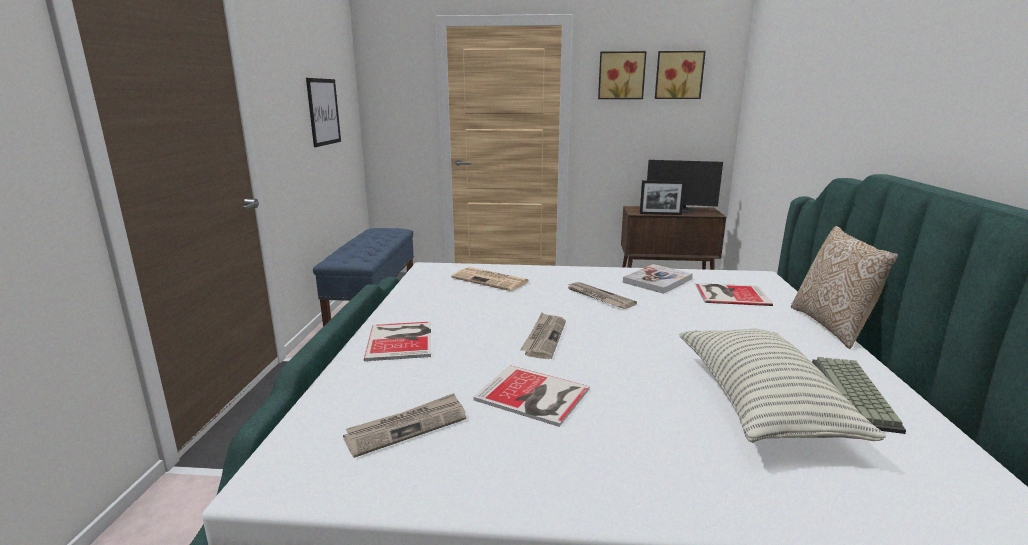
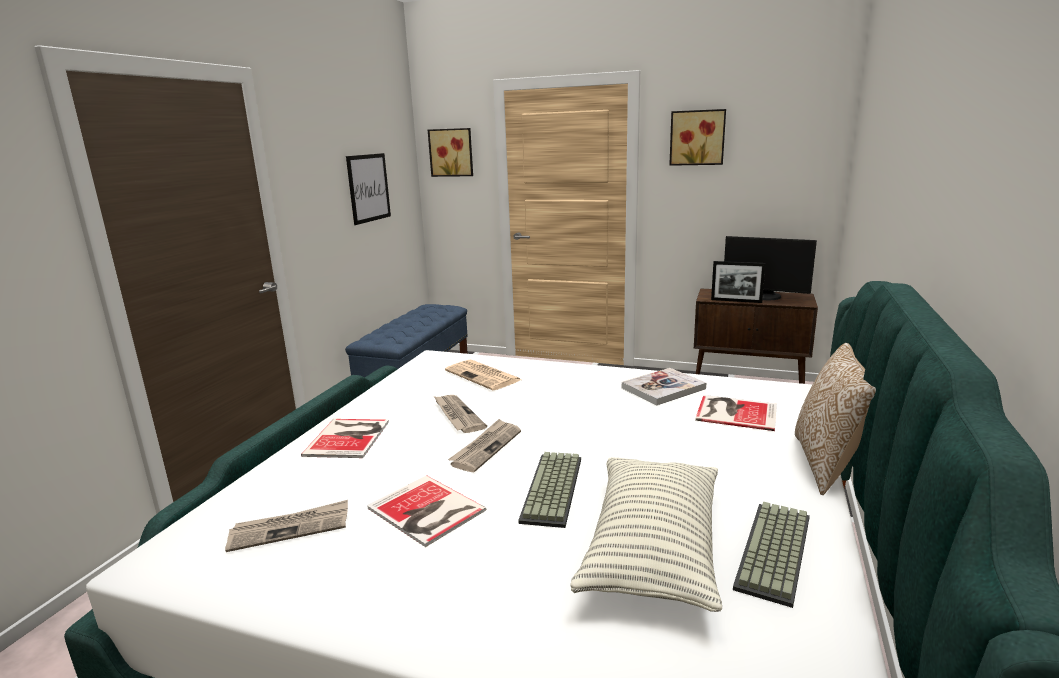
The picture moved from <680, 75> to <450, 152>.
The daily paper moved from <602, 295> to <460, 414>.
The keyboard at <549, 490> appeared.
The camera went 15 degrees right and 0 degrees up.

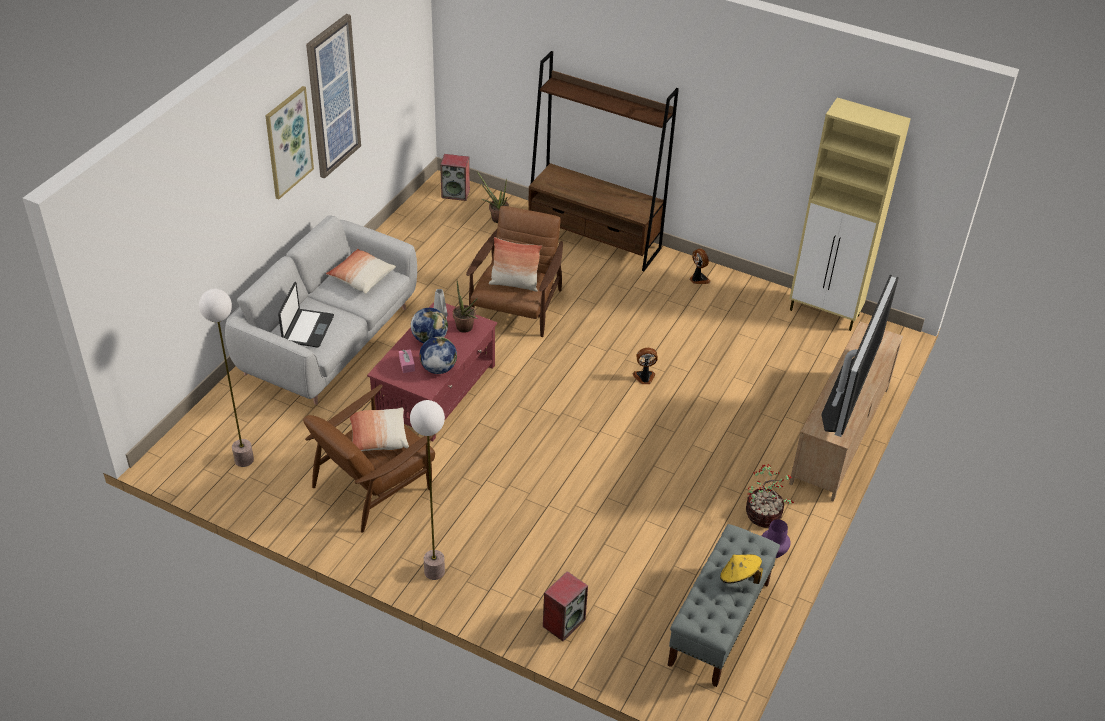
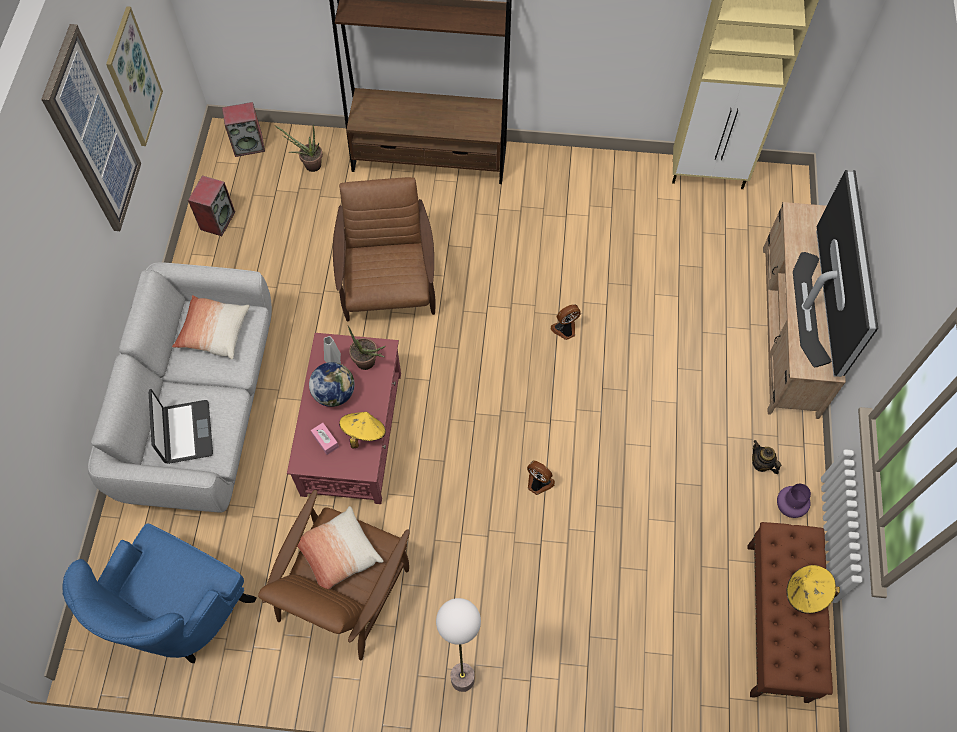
The picture moved from <289, 143> to <134, 76>.
The cushion at <515, 264> disappeared.
The cooling fan moved from <700, 266> to <541, 477>.
The standing lamp at <226, 378> was replaced by the armchair/bluish at <160, 593>.
The desk globe at <438, 355> was replaced by the wearable hat/yellow at <362, 430>.
The potted plant at <770, 496> was replaced by the tea pot at <766, 457>.
The bench/greyish at <724, 605> became the bench/brown-coloured at <790, 612>.
The audio speaker moved from <565, 606> to <211, 205>.
The camera went 20 degrees left and 20 degrees up.

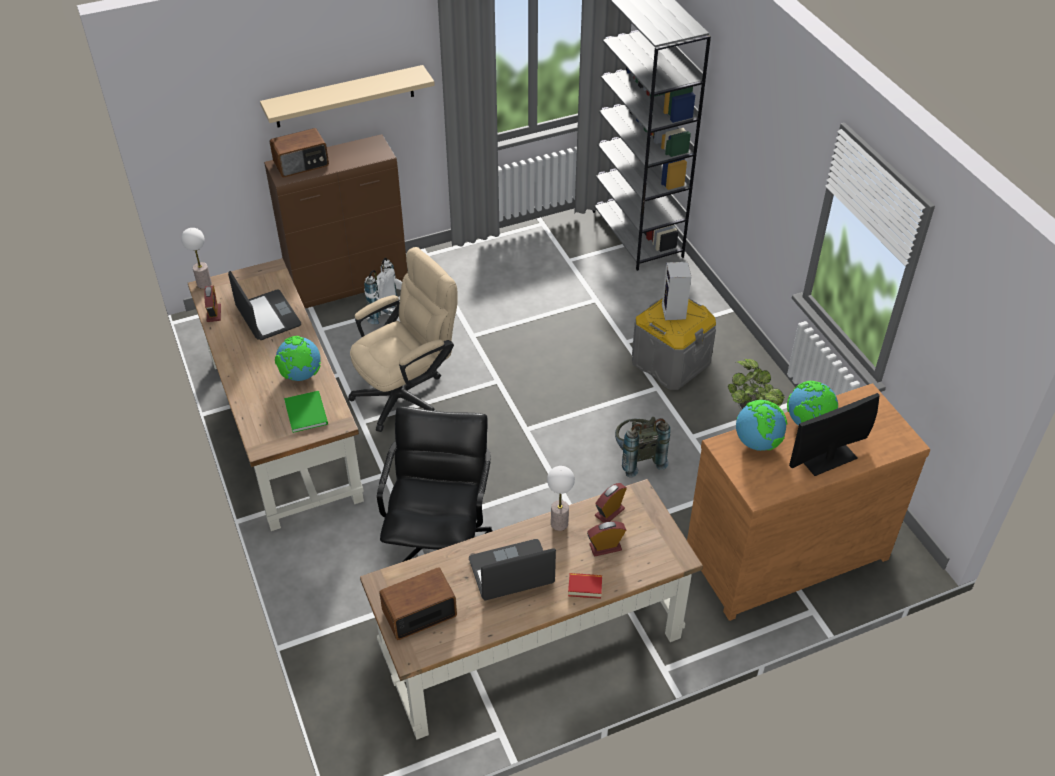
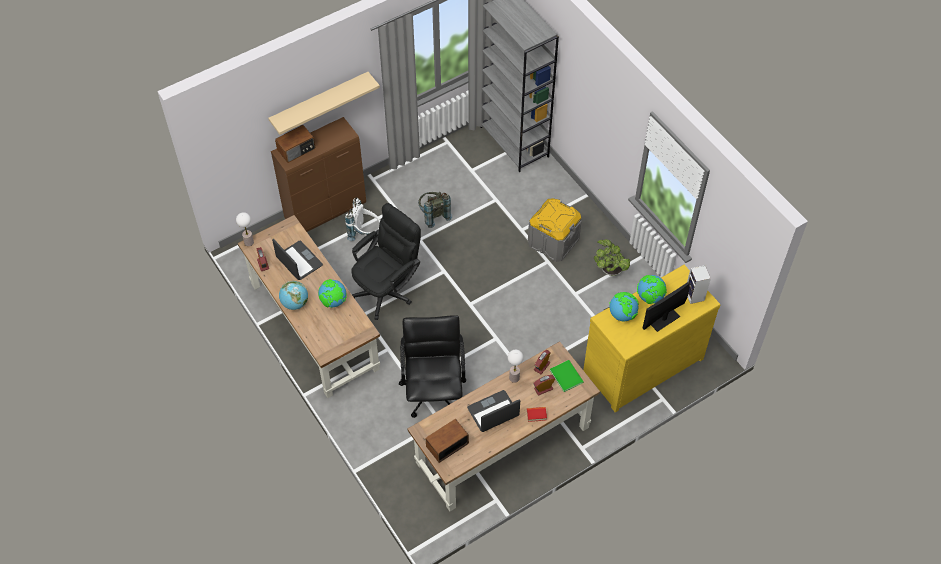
The computer chair/beige at <403, 339> became the computer chair/black-coloured at <386, 261>.
The audio speaker moved from <676, 291> to <699, 284>.
The chest of drawers/brown-coloured at <808, 502> became the chest of drawers/yellow at <651, 339>.
The bound book/green-coloured moved from <306, 412> to <567, 376>.
The knapsack/greyish moved from <642, 447> to <435, 210>.
The desk globe at <293, 295> appeared.
The camera went 10 degrees left and 10 degrees up.

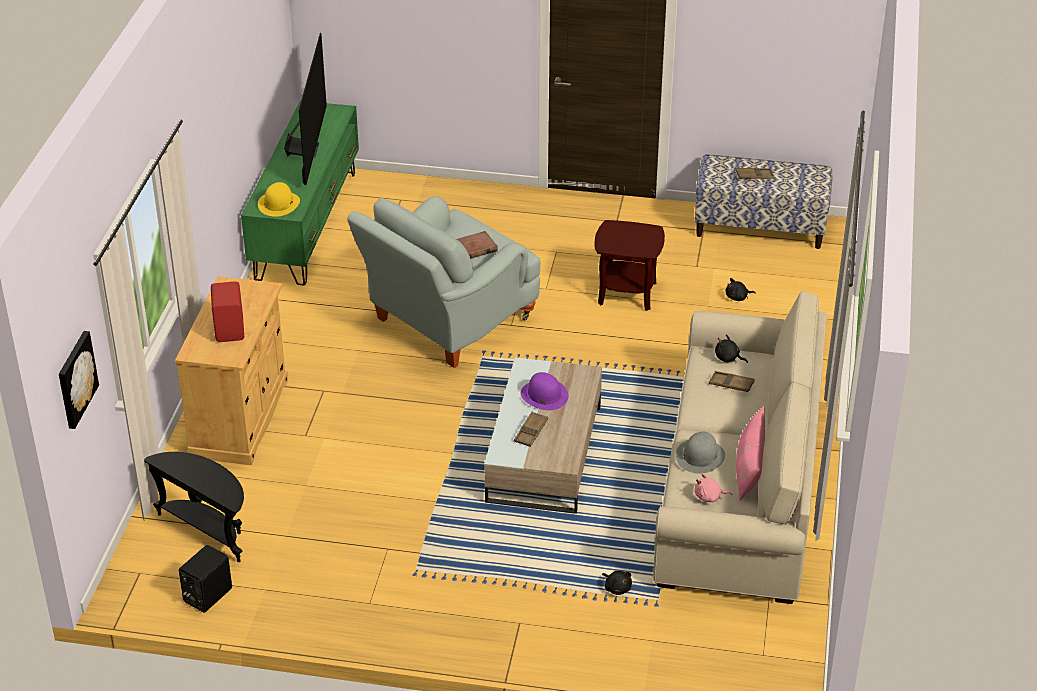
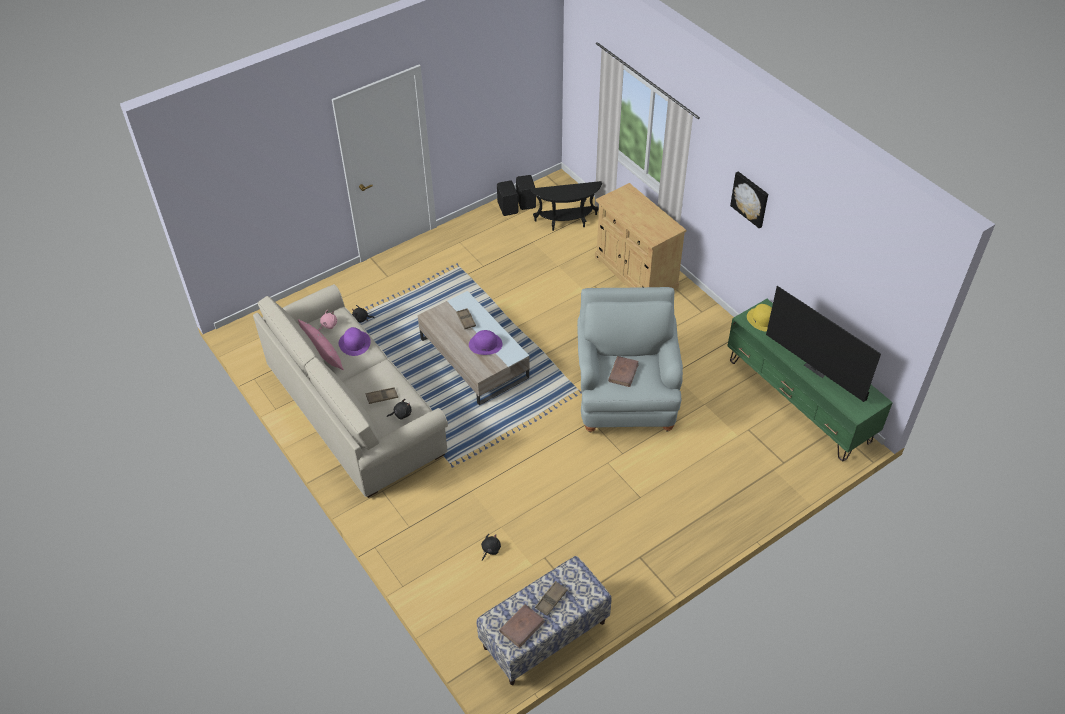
The end table/brown-coloured at <629, 265> disappeared.
The audio speaker/red-coloured at <227, 311> disappeared.
The picture moved from <79, 380> to <749, 200>.
The wearable hat/greyish at <700, 453> became the wearable hat/purple at <355, 341>.
The audio speaker/black-coloured at <507, 198> appeared.
The bound book/brown-coloured at <522, 626> appeared.
The camera went 135 degrees right and 10 degrees up.

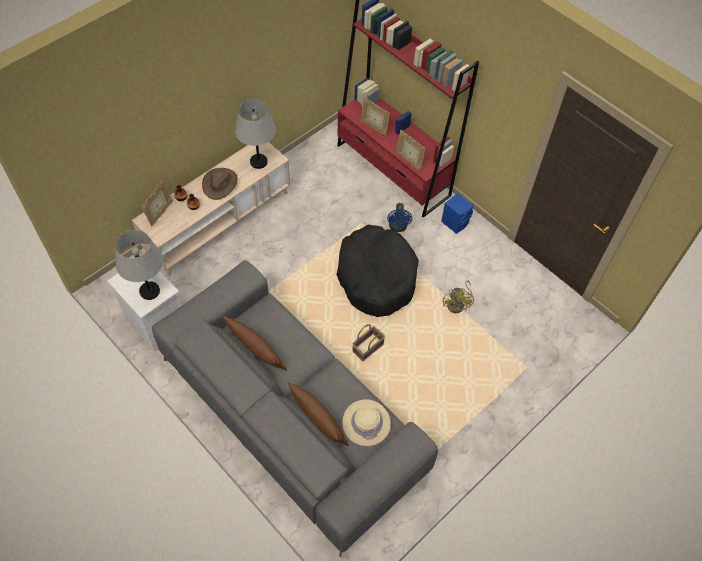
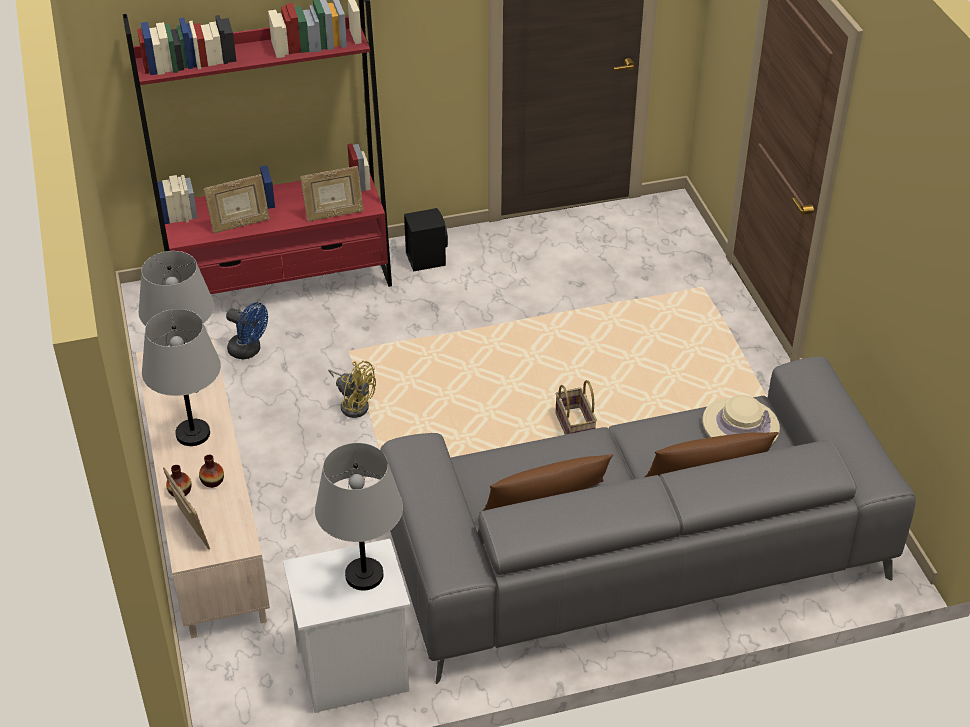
The wearable hat/brown-coloured at <220, 184> was replaced by the table lamp/greyish at <181, 377>.
The audio speaker/bluish at <457, 213> became the audio speaker/black-coloured at <426, 240>.
The cooling fan/bluish moved from <399, 217> to <247, 331>.
The dog bed/black-coloured at <377, 271> disappeared.
The cooling fan/yellow moved from <458, 296> to <352, 389>.
The camera went 60 degrees left and 15 degrees down.

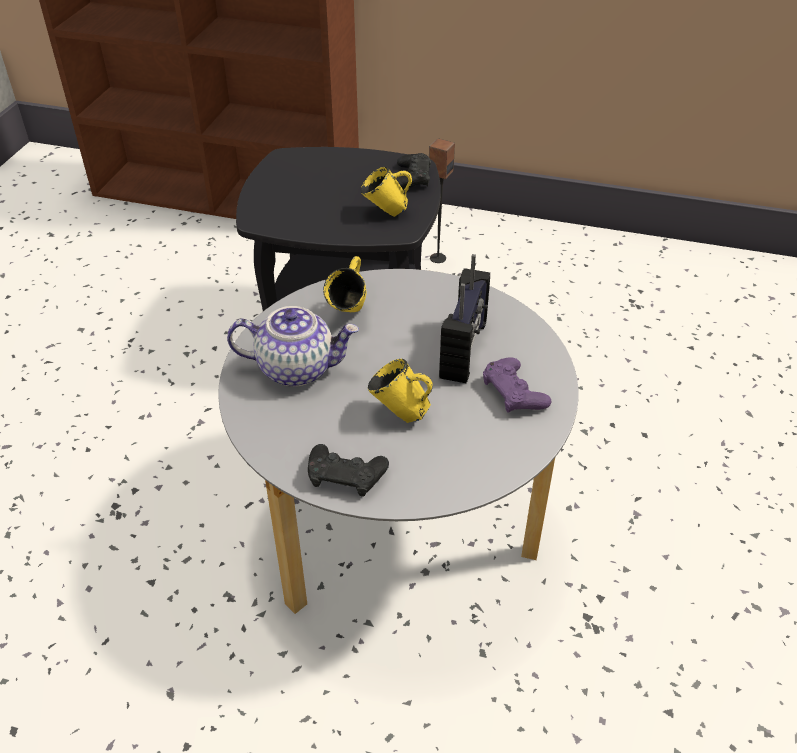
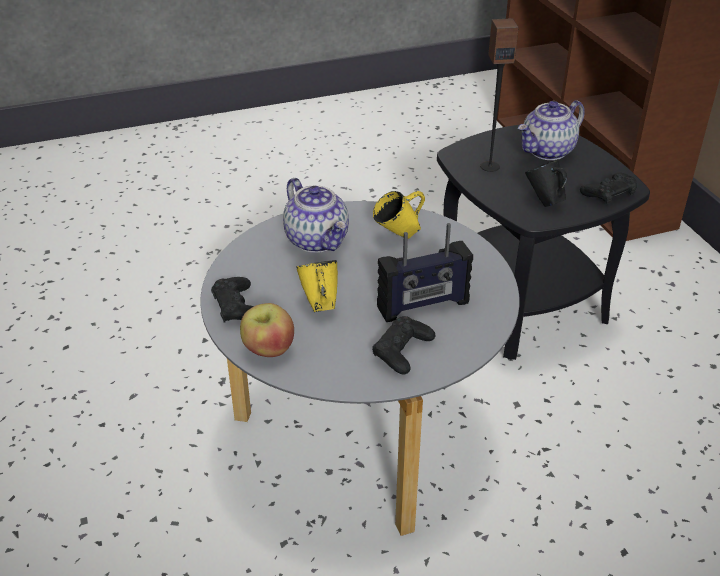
The audio speaker moved from <442, 200> to <499, 95>.
The tea mug/yellow at <386, 192> became the tea mug/black-coloured at <546, 183>.
The joypad/purple at <517, 385> became the joypad/black-coloured at <403, 345>.
The tea pot at <551, 130> appeared.
The apple at <267, 330> appeared.
The camera went 55 degrees right and 5 degrees down.

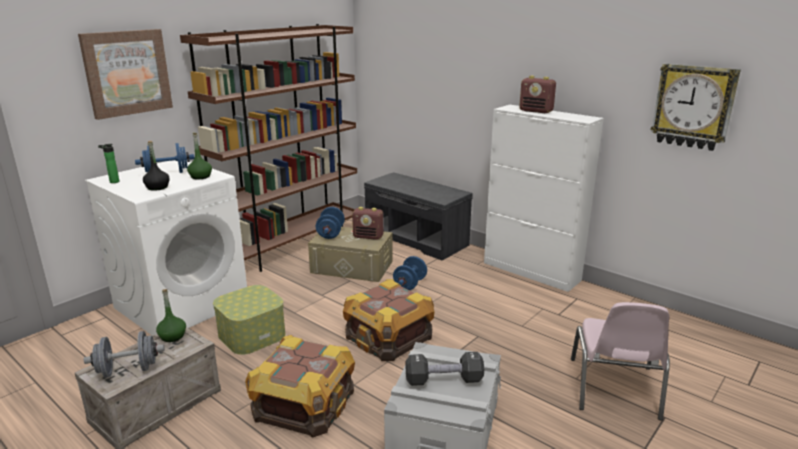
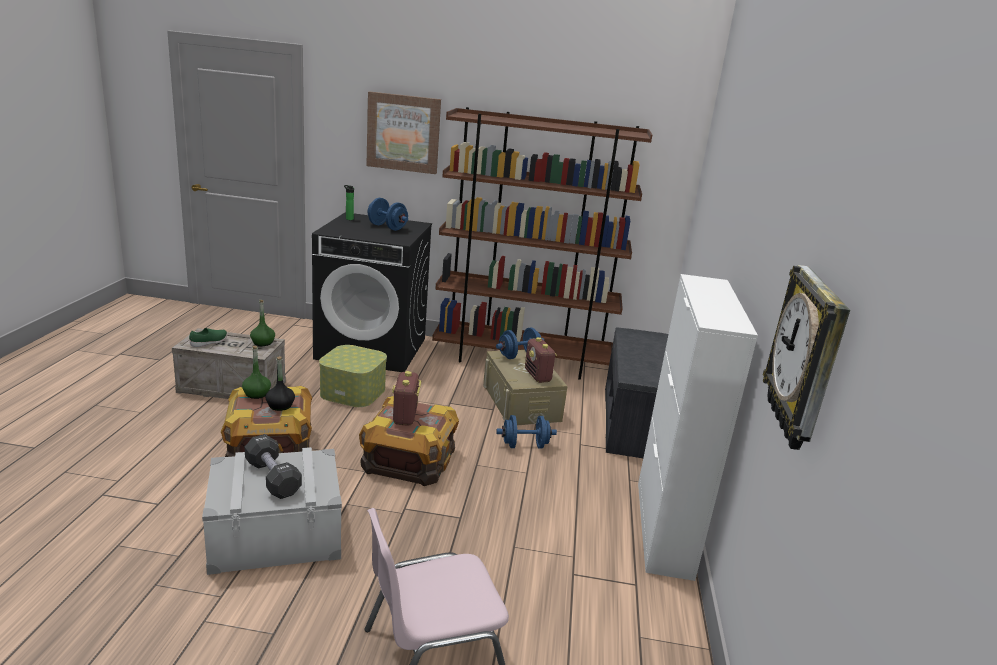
The radio moved from <537, 94> to <406, 398>.
The beverage bottle/green-coloured moved from <199, 156> to <256, 372>.
The beverage bottle/black-coloured moved from <156, 166> to <280, 383>.
The laundry machine/whitish at <166, 248> became the laundry machine/black-coloured at <372, 292>.
The free weight/greyish at <124, 354> was replaced by the shoe/green-coloured at <208, 337>.
The camera went 55 degrees right and 0 degrees up.

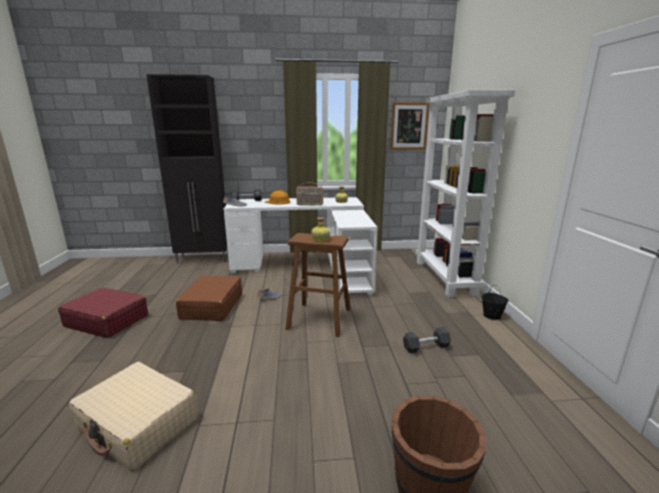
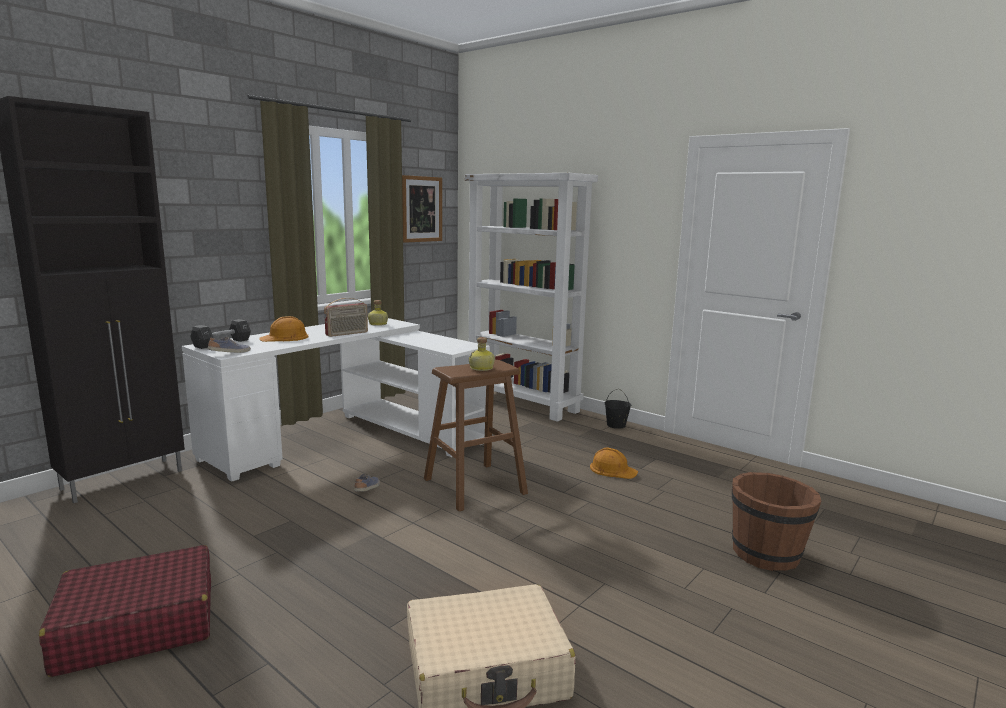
The travel case/brown-coloured at <209, 298> disappeared.
The free weight/black-coloured at <427, 340> was replaced by the hard hat/orange at <614, 463>.
The camera went 45 degrees left and 5 degrees down.

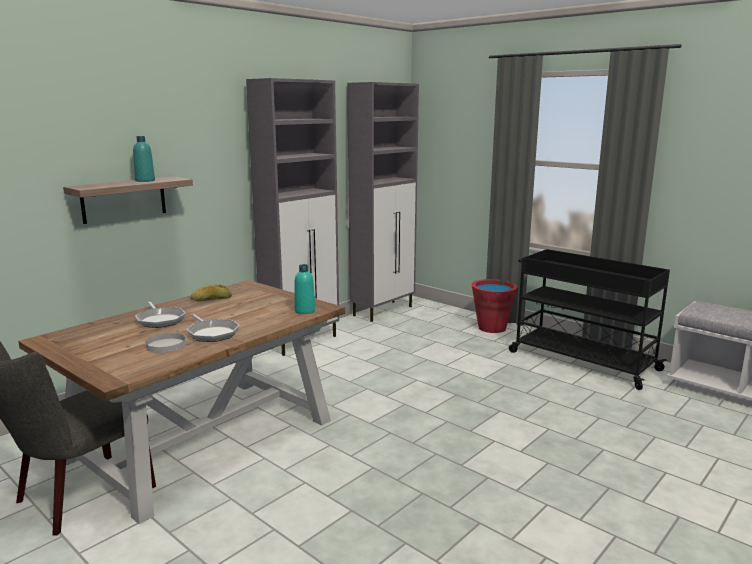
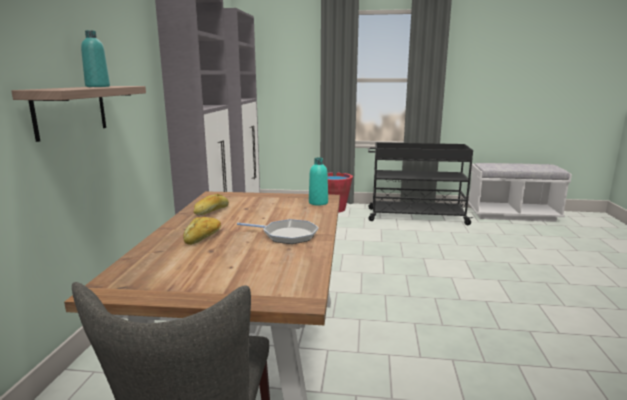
The frying pan at <160, 314> was replaced by the baked bread at <202, 231>.
The flat dish/whitish at <165, 343> disappeared.
The camera went 35 degrees left and 0 degrees up.

